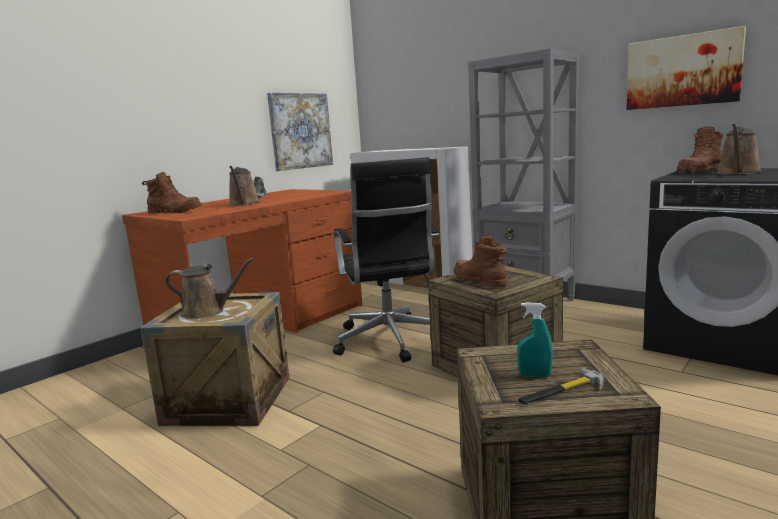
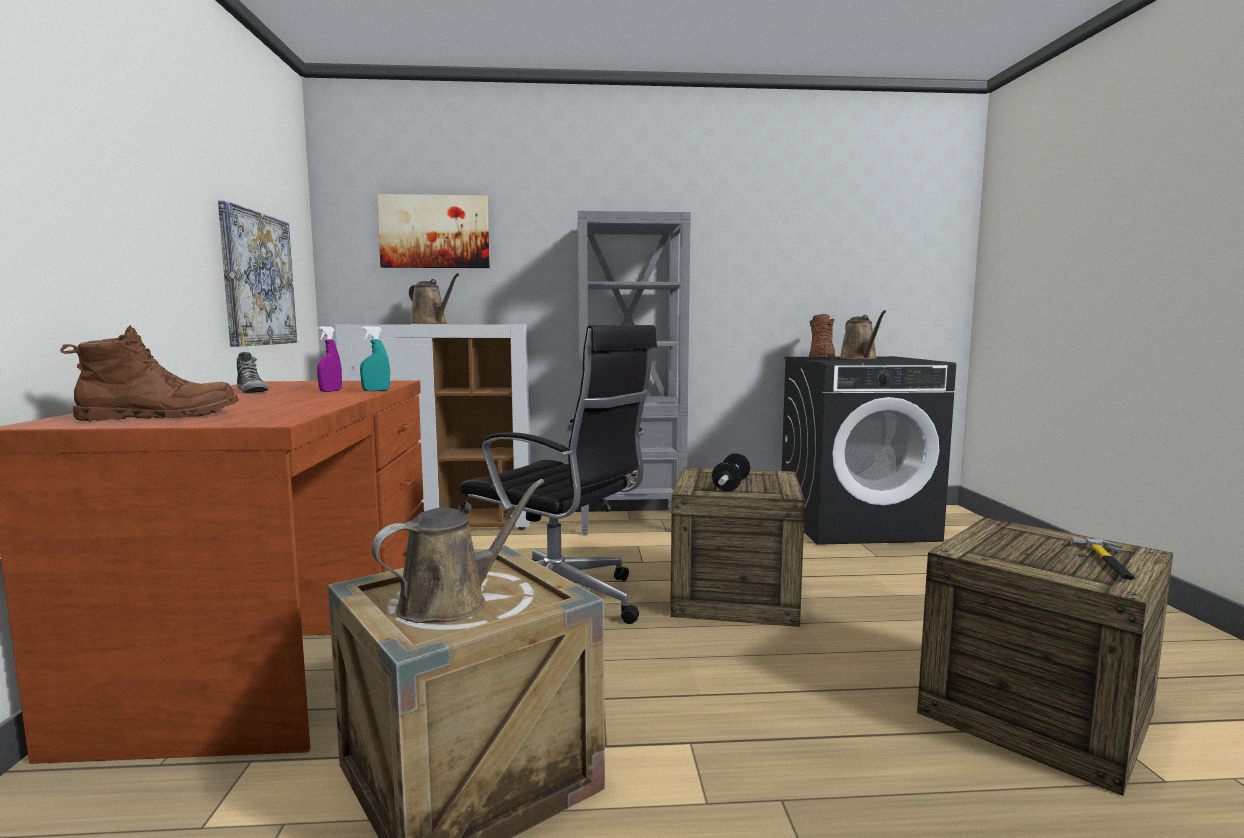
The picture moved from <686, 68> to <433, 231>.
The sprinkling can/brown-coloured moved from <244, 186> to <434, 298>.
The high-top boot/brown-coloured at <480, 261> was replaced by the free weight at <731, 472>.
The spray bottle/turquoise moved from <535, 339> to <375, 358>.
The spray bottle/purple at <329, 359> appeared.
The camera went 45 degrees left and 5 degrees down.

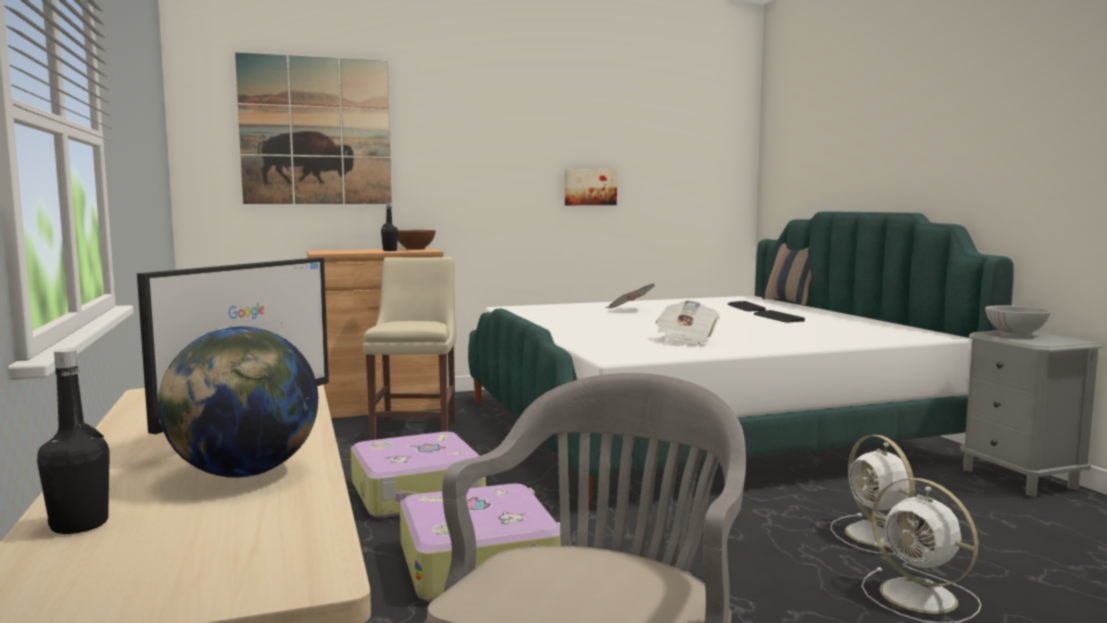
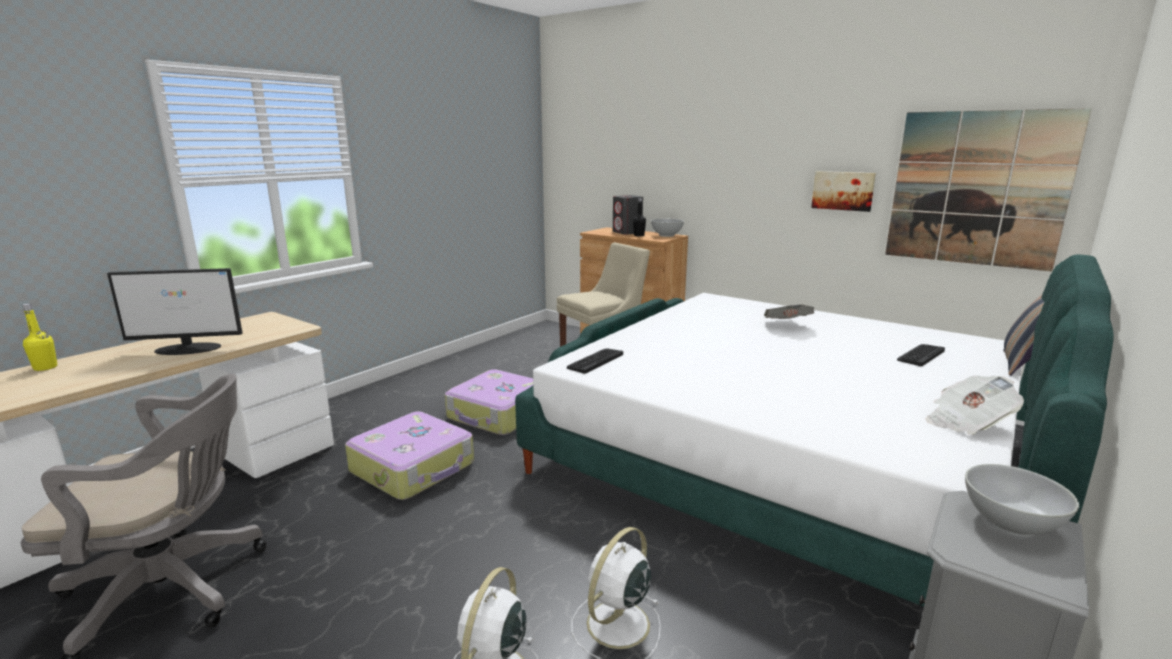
The picture moved from <313, 128> to <988, 189>.
The bowl/brown-coloured at <417, 240> became the bowl/whitish at <667, 228>.
The daily paper moved from <688, 323> to <975, 405>.
The keyboard moved from <779, 316> to <595, 361>.
The desk globe at <238, 402> disappeared.
The beverage bottle/black-coloured at <73, 441> became the beverage bottle/yellow at <40, 337>.
The audio speaker/greyish at <628, 215> appeared.
The camera went 55 degrees right and 10 degrees up.

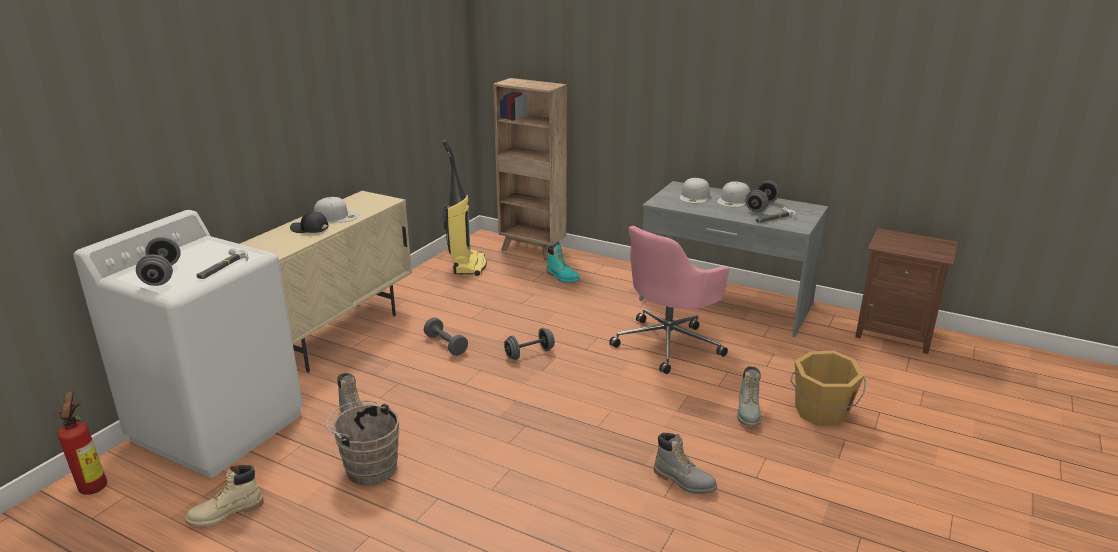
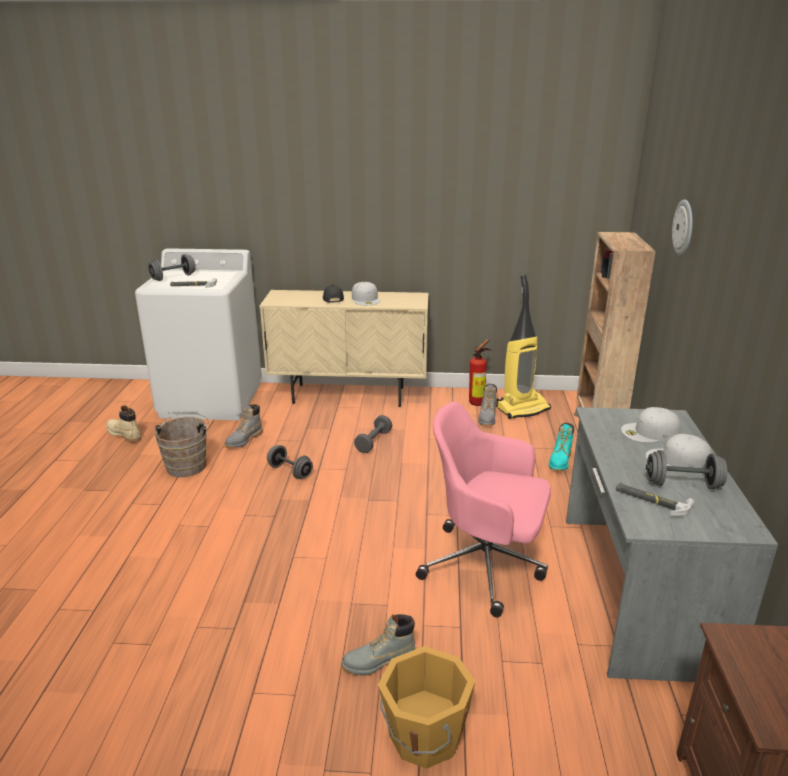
The free weight/greyish moved from <529, 344> to <290, 462>.
The fire extinguisher moved from <80, 443> to <480, 372>.
The high-top boot/greyish moved from <685, 463> to <487, 405>.
The wall clock at <682, 228> appeared.
The camera went 65 degrees right and 0 degrees up.

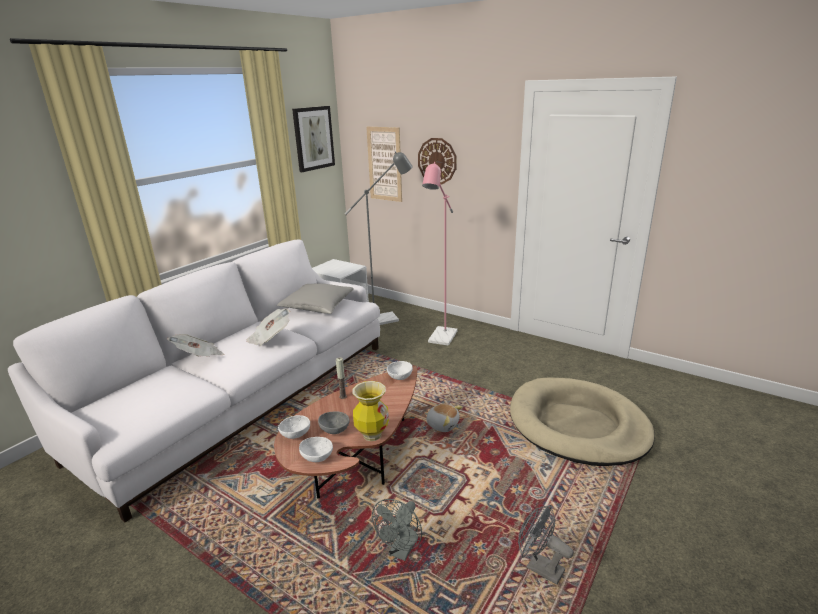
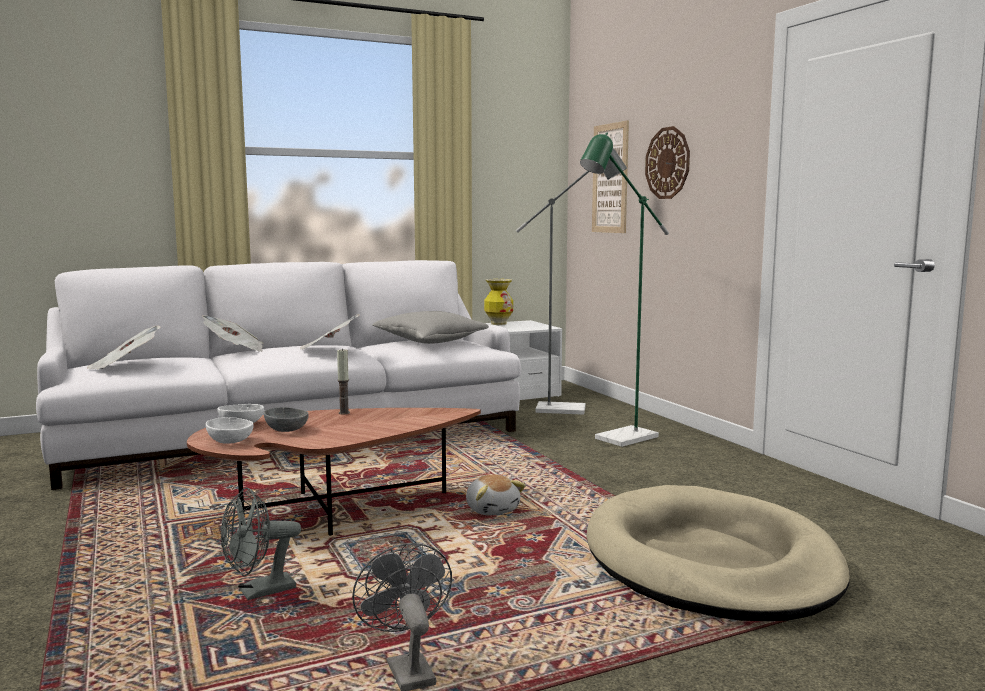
The picture at <313, 139> disappeared.
The standing lamp/pink-coloured at <440, 254> became the standing lamp/green-coloured at <624, 289>.
The bowl/whitish at <400, 370> disappeared.
The flower vase moved from <370, 411> to <498, 302>.
The daily paper at <124, 348> appeared.
The camera went 30 degrees right and 15 degrees down.

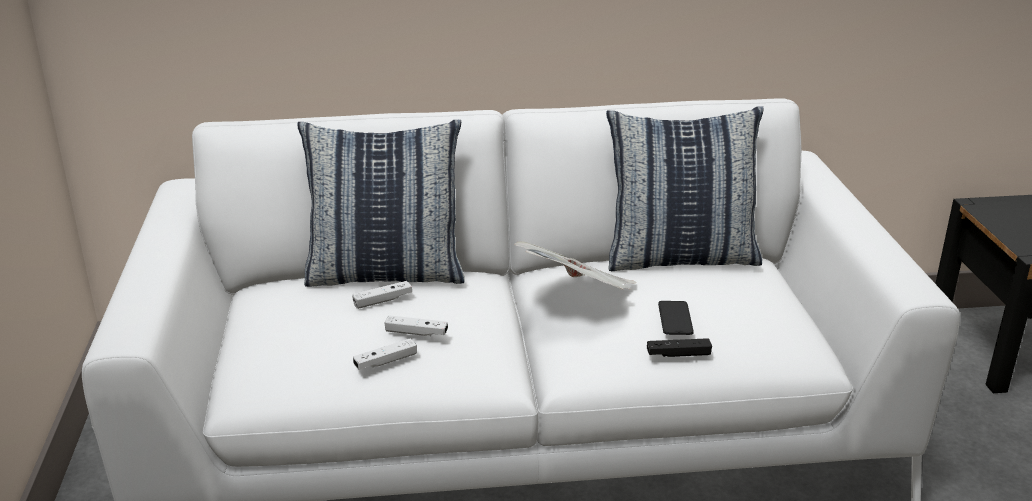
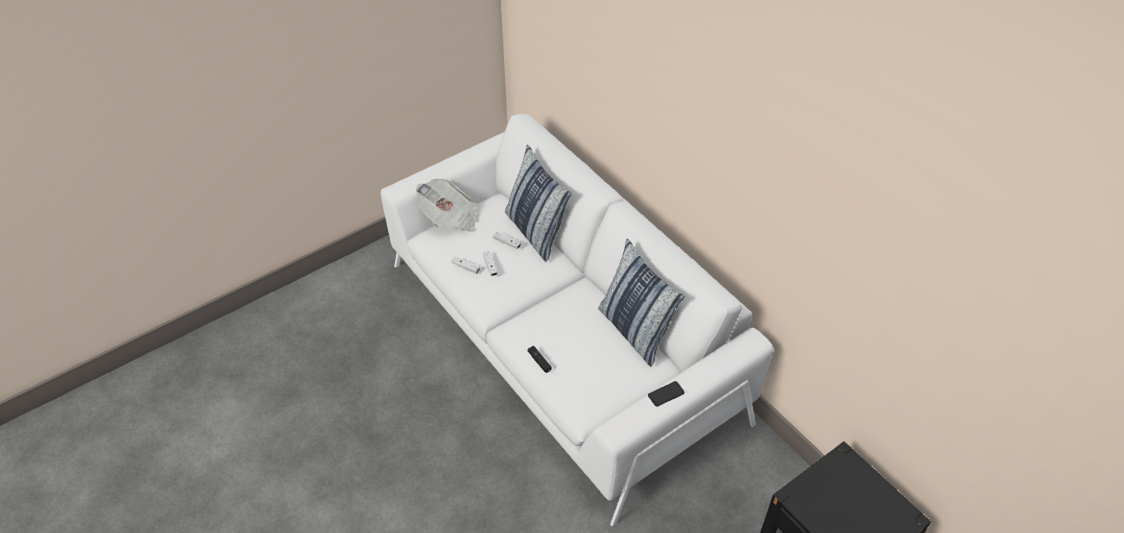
The daily paper moved from <575, 265> to <446, 205>.
The telephone moved from <676, 318> to <666, 394>.
The camera went 60 degrees right and 20 degrees up.

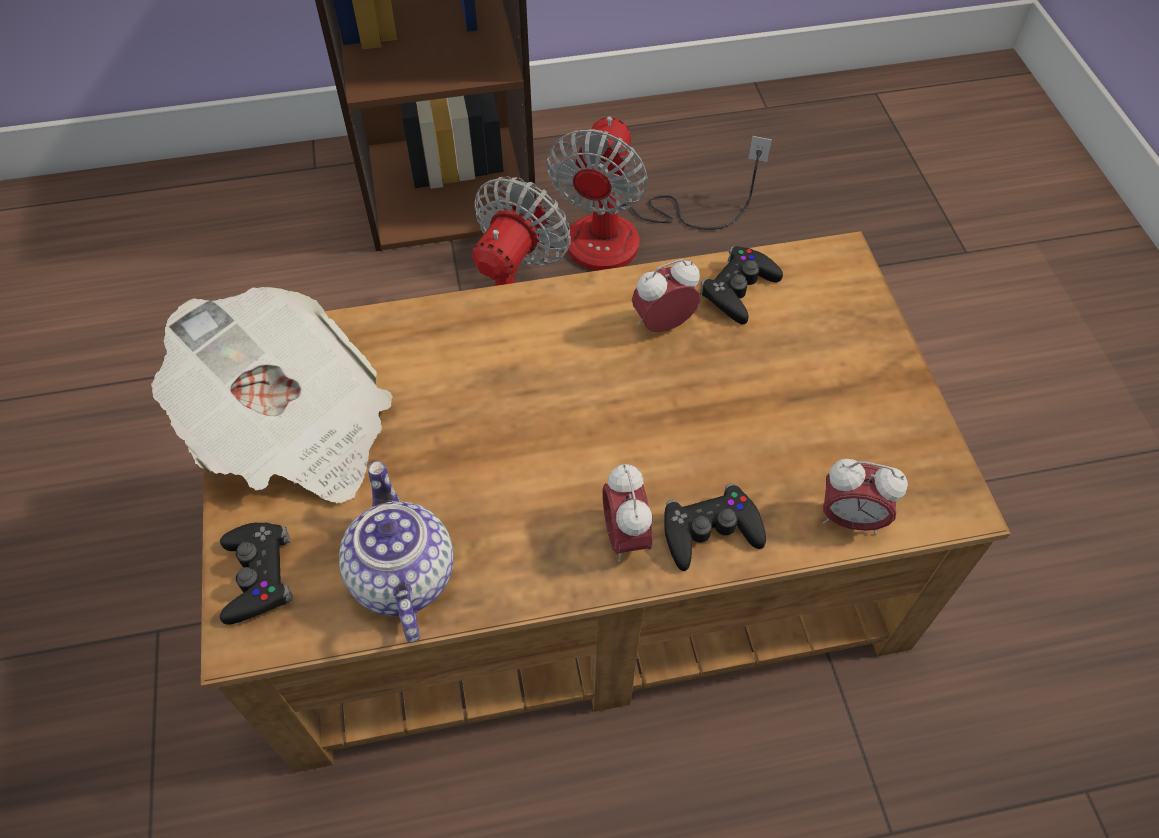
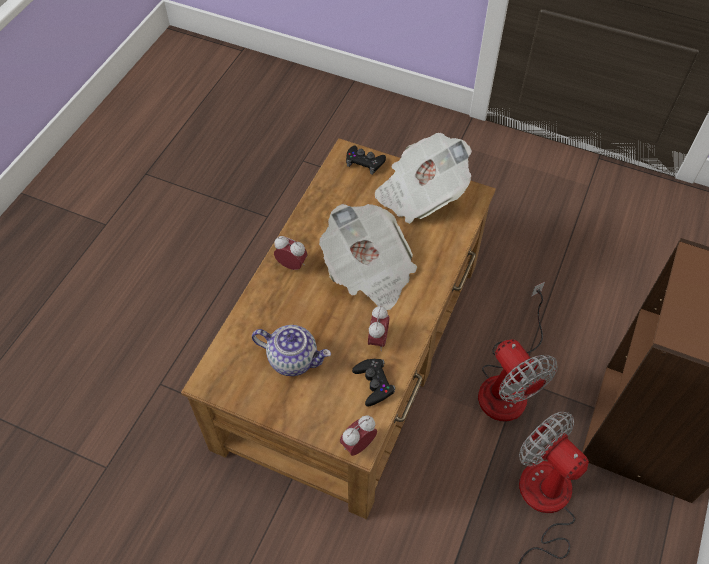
The alarm clock moved from <865, 497> to <358, 435>.
The tea pot moved from <396, 552> to <291, 350>.
The joypad/black-coloured at <715, 527> disappeared.
The daily paper at <368, 257> appeared.
The camera went 125 degrees right and 0 degrees up.

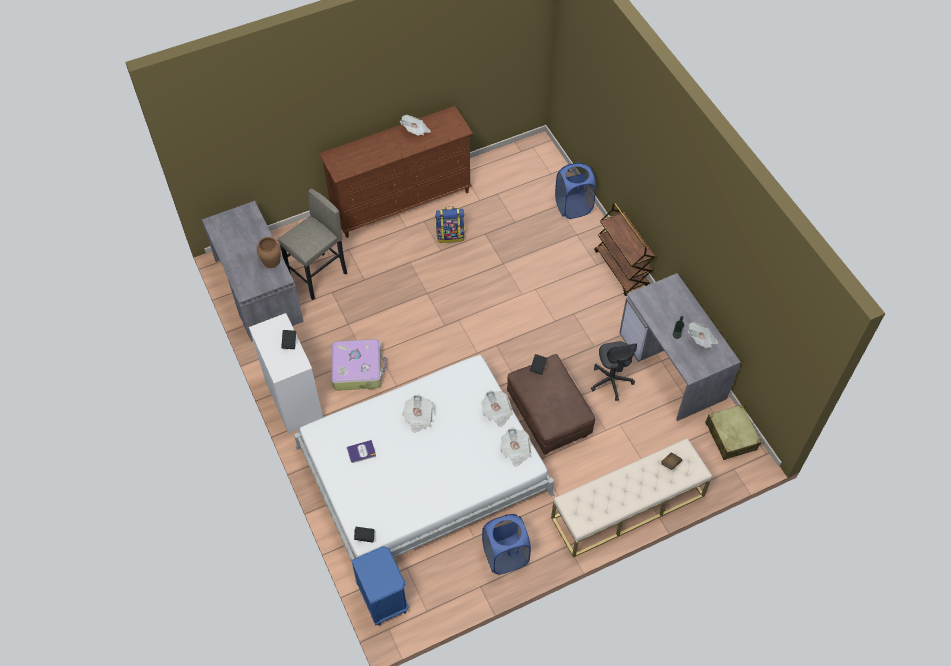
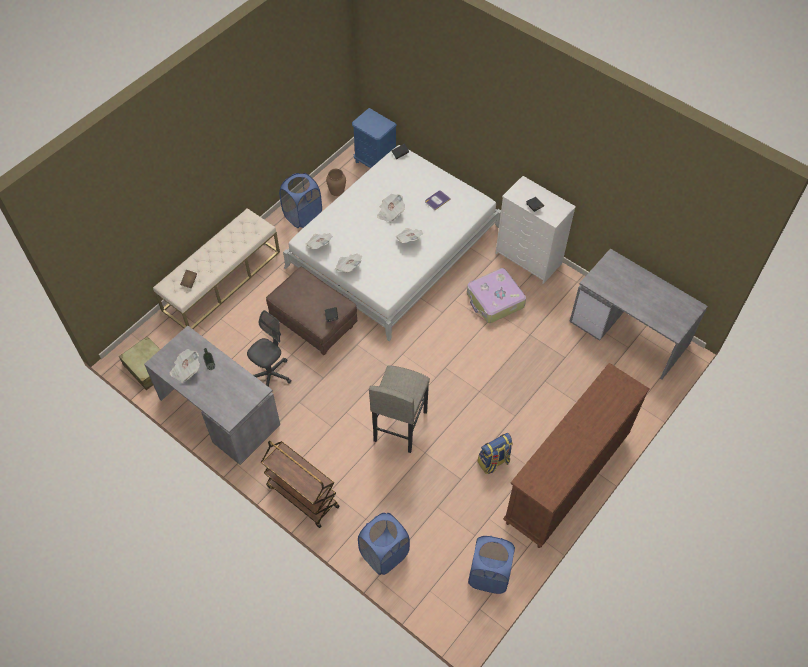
The daily paper moved from <415, 125> to <391, 208>.
The stool/greyish moved from <312, 244> to <399, 409>.
The flower vase/brown-coloured moved from <269, 252> to <336, 182>.
The computer chair/greyish at <614, 371> turned 75 degrees clockwise.
The hamper/bluish at <491, 565> appeared.
The camera went 155 degrees right and 0 degrees up.

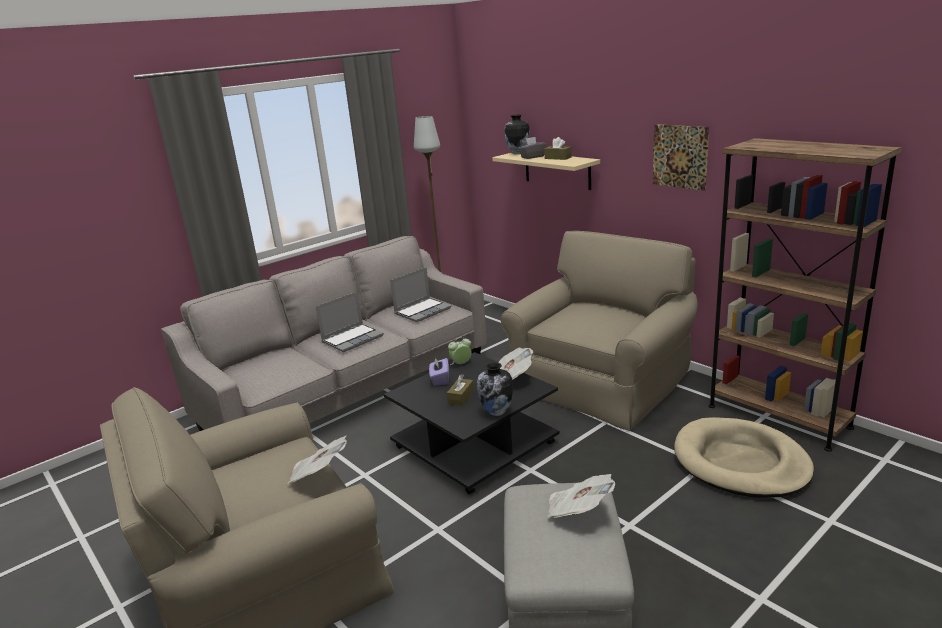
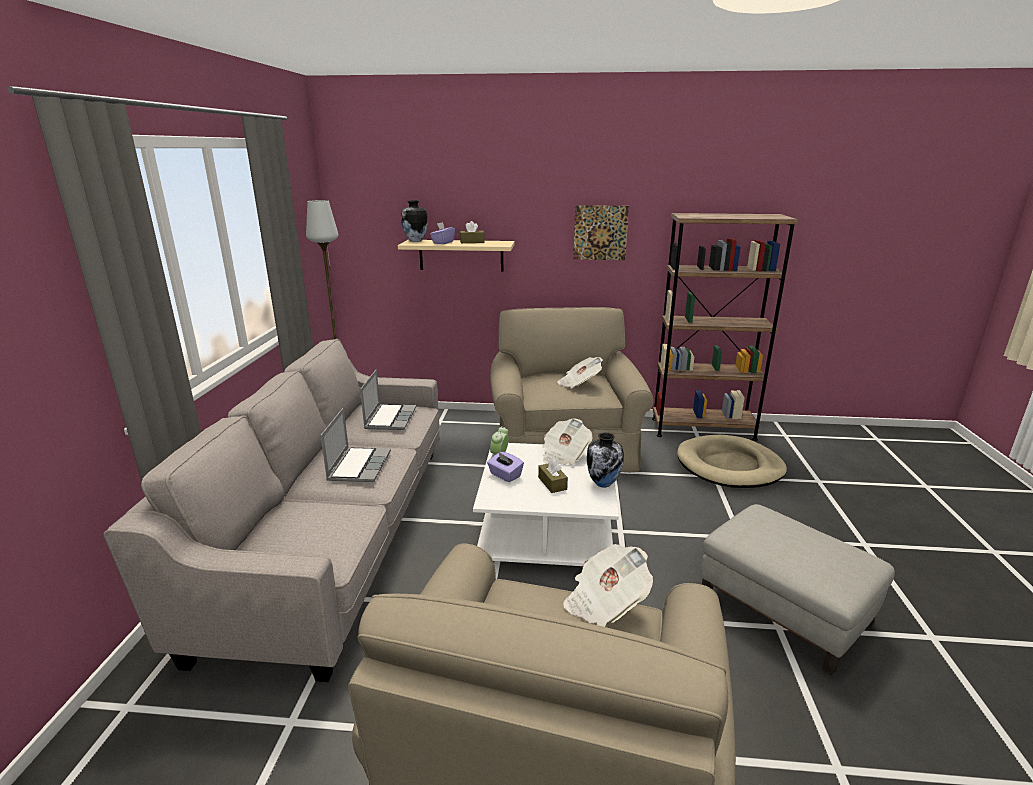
The tissue holder/greyish at <532, 148> became the tissue holder/purple at <442, 233>.
The coffee table/black-coloured at <471, 423> became the coffee table/whitish at <546, 504>.
The daily paper moved from <581, 496> to <580, 372>.
The camera went 45 degrees left and 0 degrees up.

